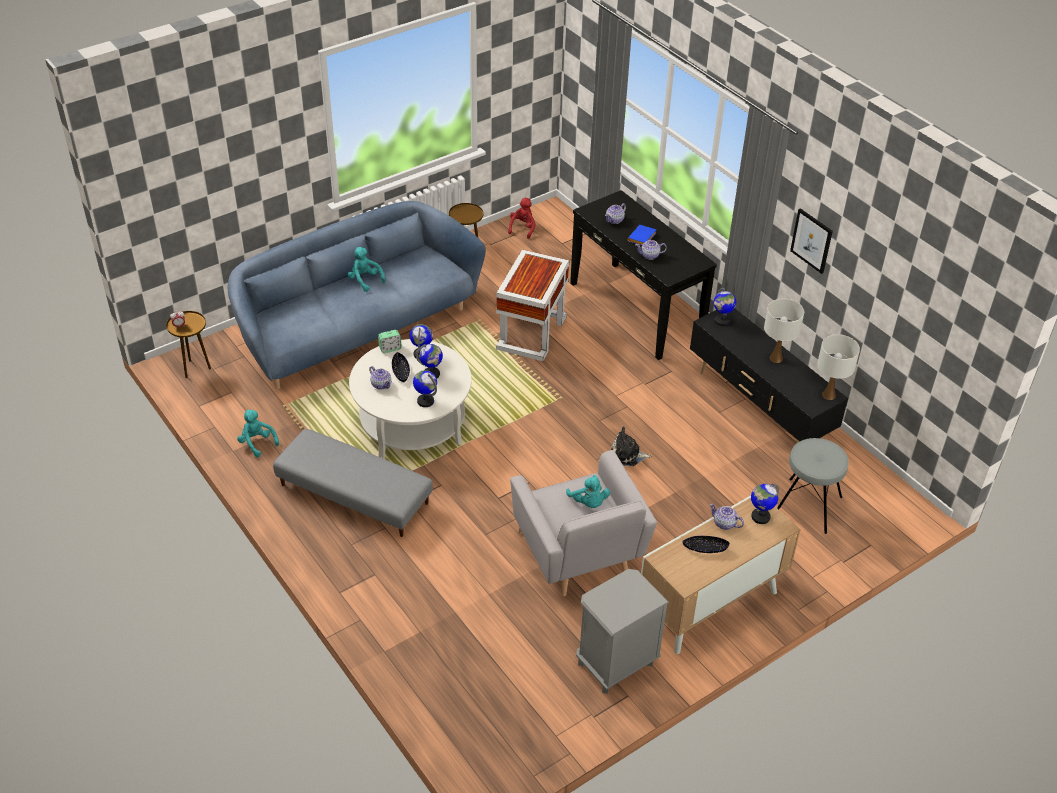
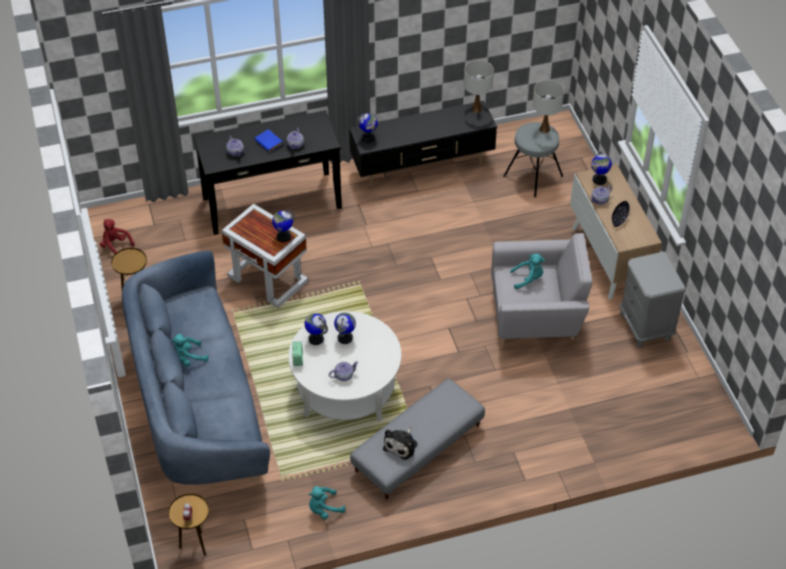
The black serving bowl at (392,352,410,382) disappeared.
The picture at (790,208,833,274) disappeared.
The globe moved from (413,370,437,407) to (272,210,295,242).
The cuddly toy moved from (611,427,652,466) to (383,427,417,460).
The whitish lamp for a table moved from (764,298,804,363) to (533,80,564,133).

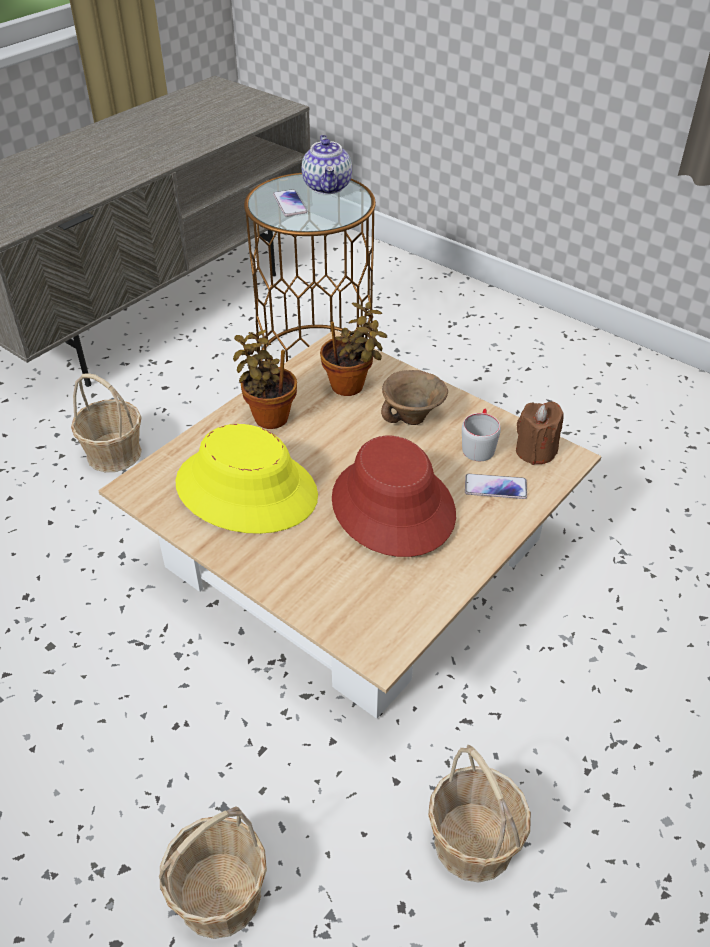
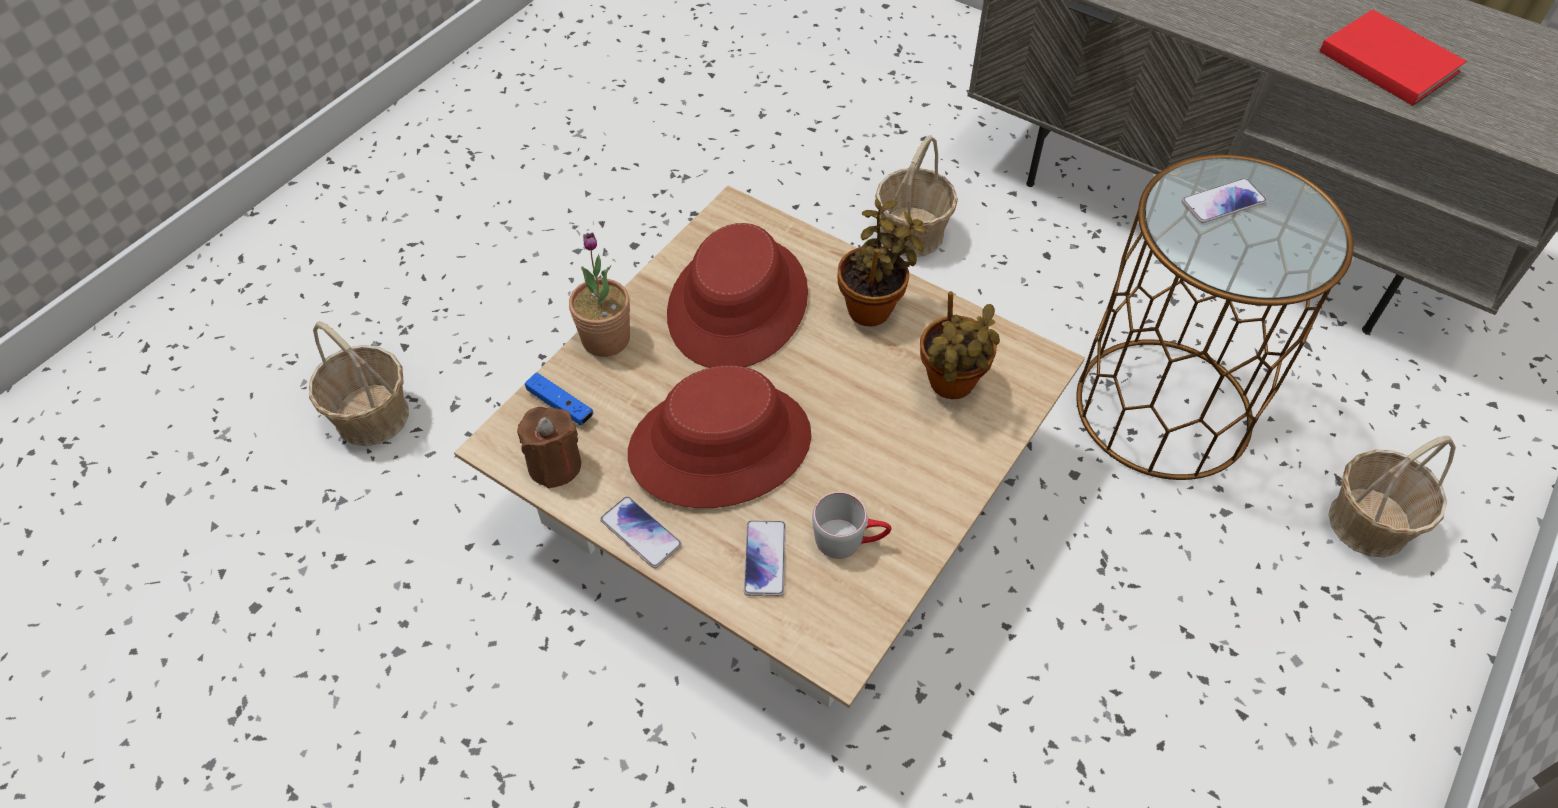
The teapot at (302,135,352,194) disappeared.
The brown serving bowl at (381,370,448,425) disappeared.
The blue-coloured game controller at (525,373,594,426) appeared.
The houseplant at (569,232,630,357) appeared.
The handset at (600,496,682,568) appeared.
The reddish volume at (1319,9,1467,106) appeared.
The basket moved from (428,745,531,883) to (1328,436,1456,558).
The brown wax light moved from (516,402,563,465) to (517,407,581,489).
The yellow hat at (175,424,318,534) became the reddish hat at (667,223,808,368).

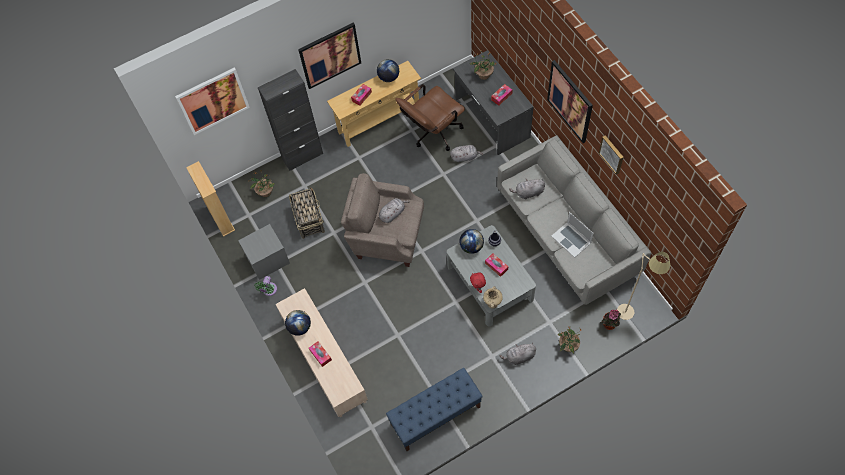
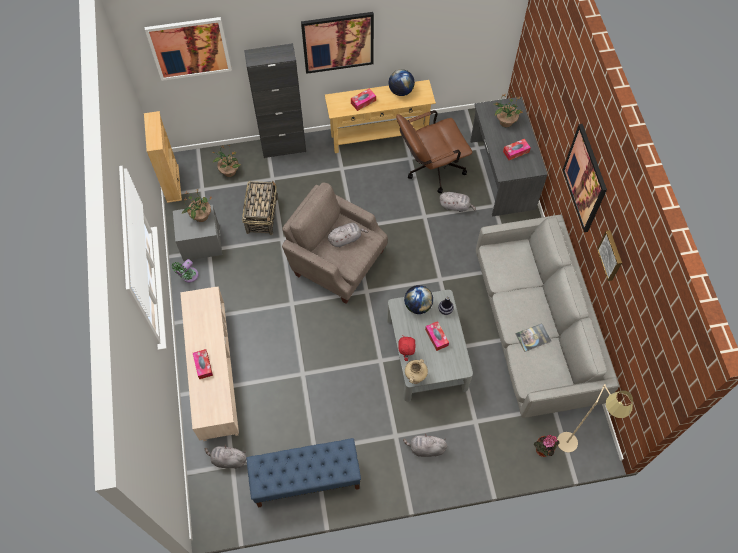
The globe at (285,310,311,336) disappeared.
The greyish cuddly toy moved from (509,179,545,199) to (205,445,246,469).
The houseplant moved from (557,326,581,353) to (181,189,212,222).
The notebook computer at (551,212,594,258) was replaced by the volume at (515,323,551,352).

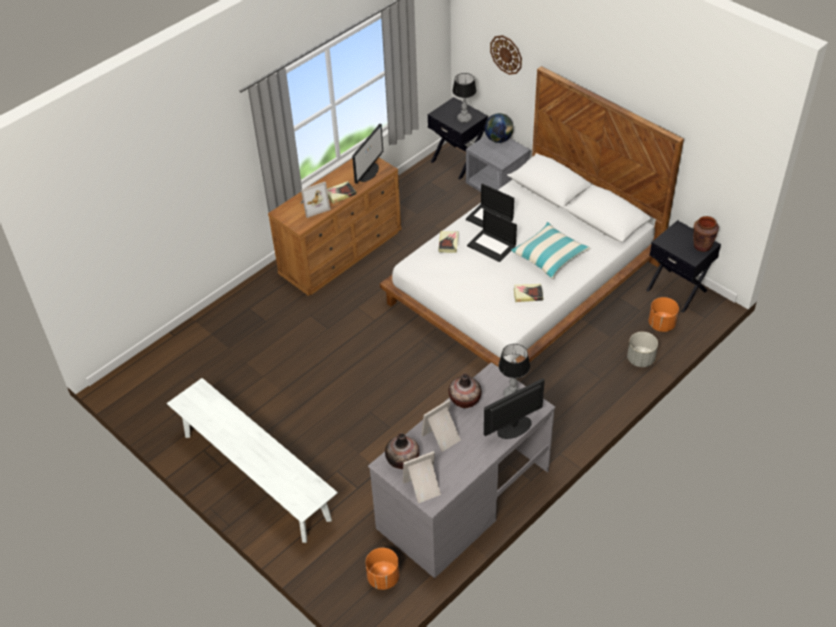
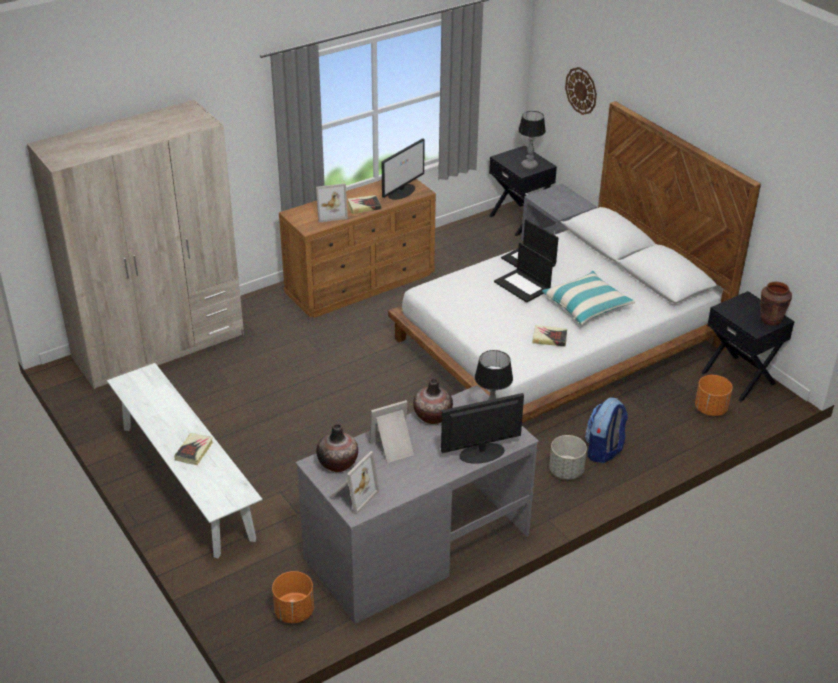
The globe at (485,113,514,143) disappeared.
The beige-coloured wardrobe at (27,100,244,389) appeared.
The knapsack at (585,397,628,463) appeared.
The volume moved from (438,231,459,253) to (174,433,213,465).
The greyish planter moved from (627,332,658,367) to (549,435,587,480).
The picture frame at (403,451,441,504) turned 135 degrees clockwise.

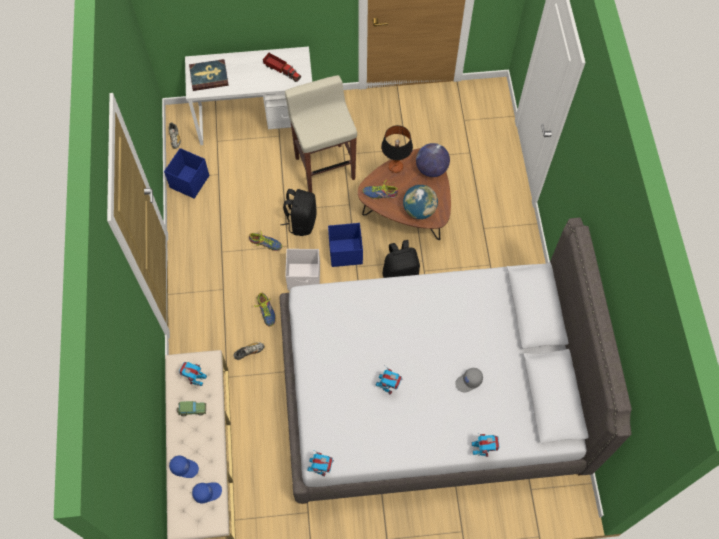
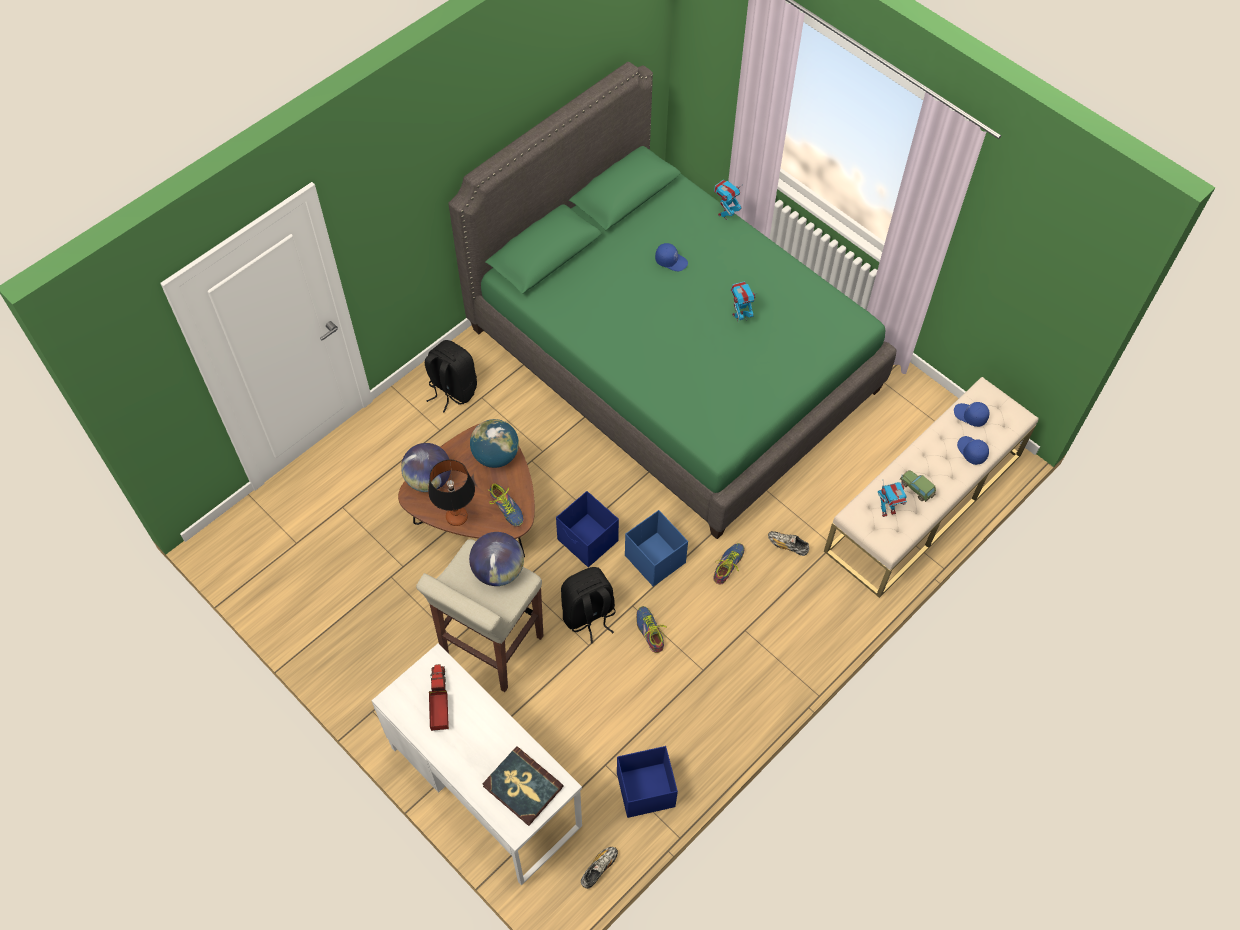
The toy robot at (307,451,334,476) disappeared.
The globe at (469,532,524,586) appeared.
The black knapsack moved from (382,240,420,278) to (425,340,477,413).
The greyish bed at (279,218,632,504) became the green-coloured bed at (448,62,896,539).
The whitish storage box at (285,249,320,291) became the blue-coloured storage box at (625,510,688,587).
The greyish baseball cap at (455,368,483,393) became the blue-coloured baseball cap at (655,243,688,271).

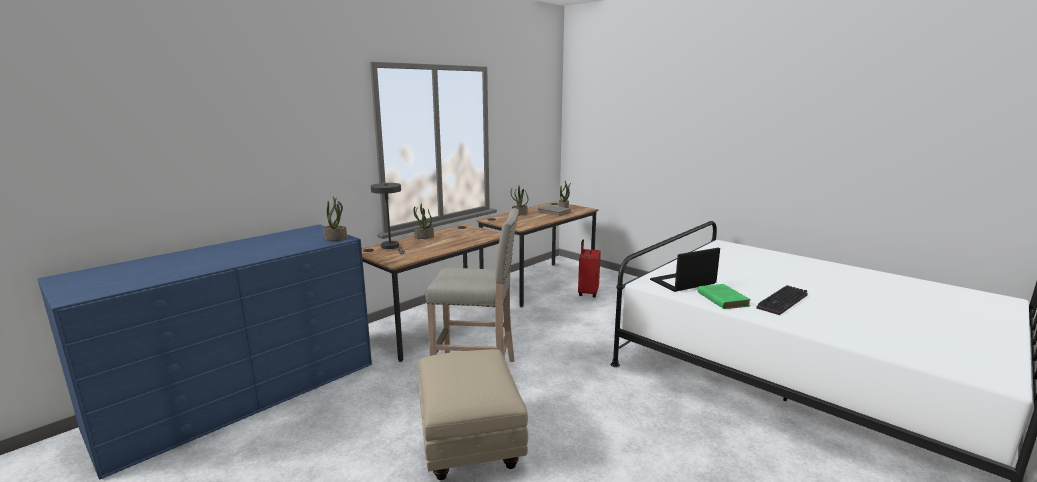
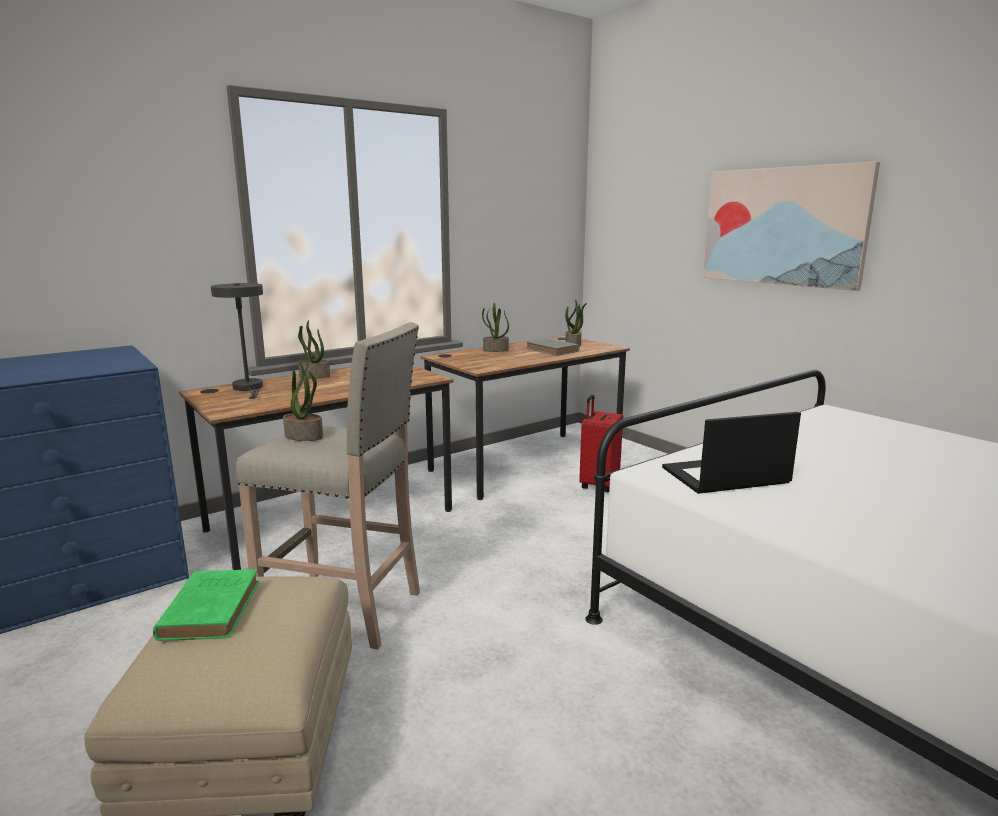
The keyboard at (756,285,808,315) disappeared.
The picture at (703,162,880,291) appeared.
The houseplant moved from (323,197,347,241) to (283,362,323,441).
The green-coloured volume moved from (698,284,751,309) to (153,569,259,641).

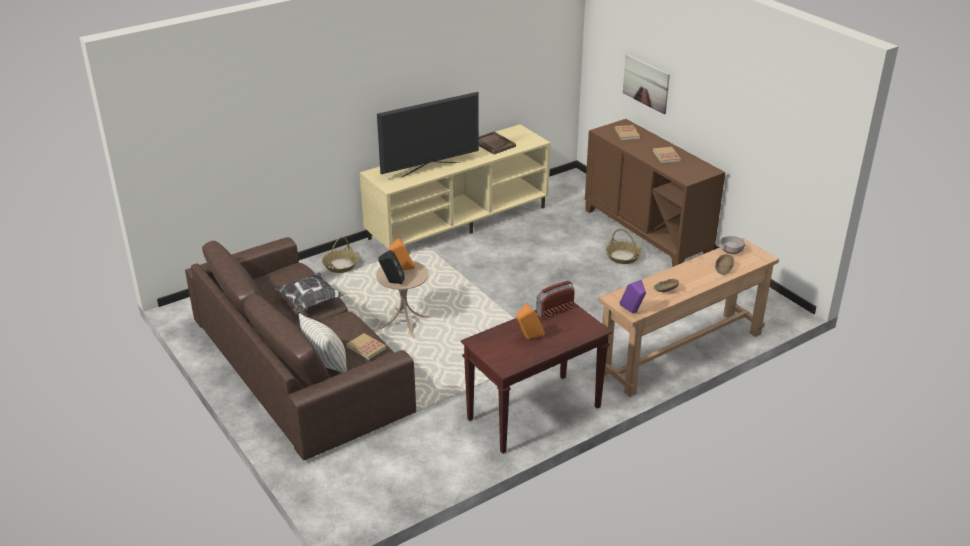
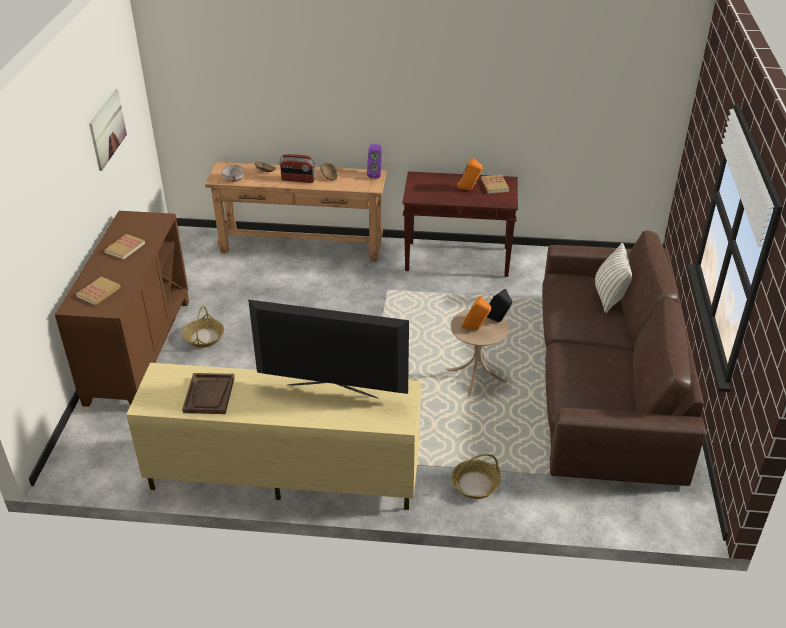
The cushion at (275,272,344,314) disappeared.
The volume moved from (346,333,387,360) to (481,175,509,194).
The radio receiver moved from (536,281,575,319) to (279,154,315,183).
The picture moved from (623,54,670,114) to (89,89,127,171).

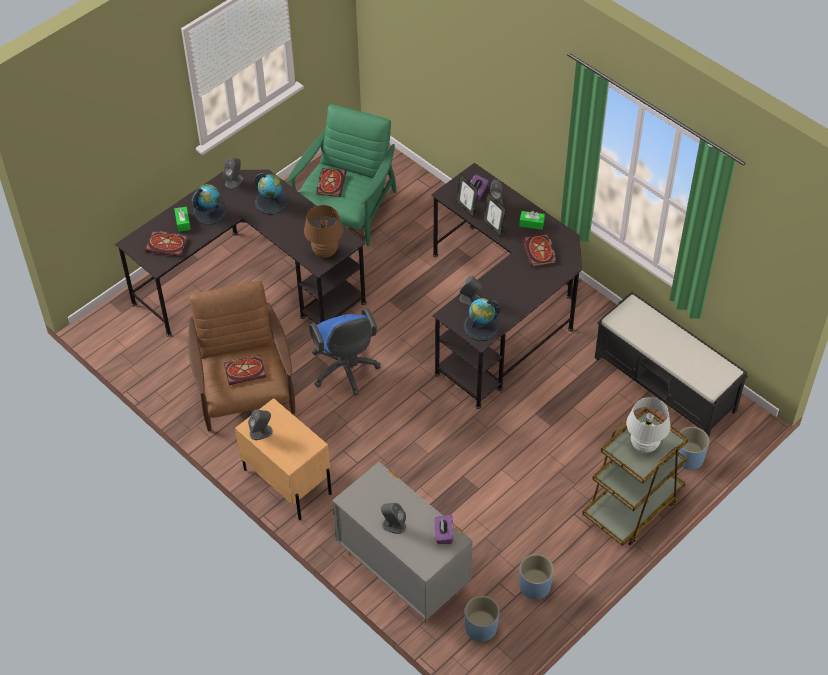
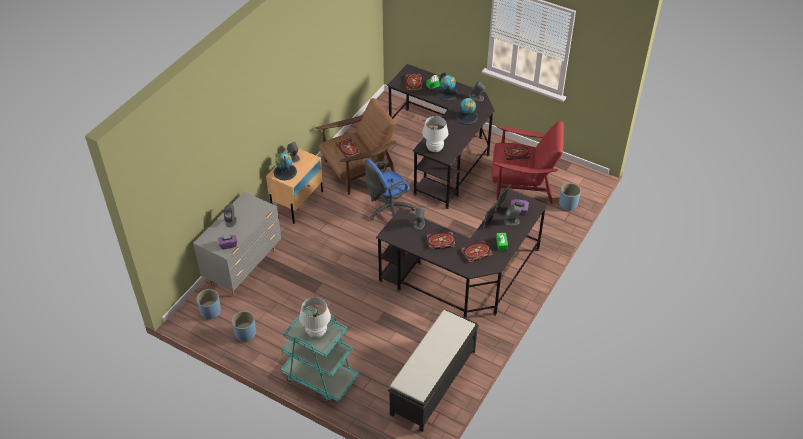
The volume at (426,231,456,250) appeared.
The globe moved from (464,298,500,341) to (273,153,297,180).
The blue-coloured planter moved from (678,427,710,470) to (559,183,581,210).
The green-coloured easy chair at (286,104,396,246) became the reddish easy chair at (492,121,564,204).
The brown lamp for a table at (304,205,343,258) became the whitish lamp for a table at (422,116,448,152).
The brown wheeled cart at (582,407,688,546) became the blue-green wheeled cart at (280,307,359,402).

